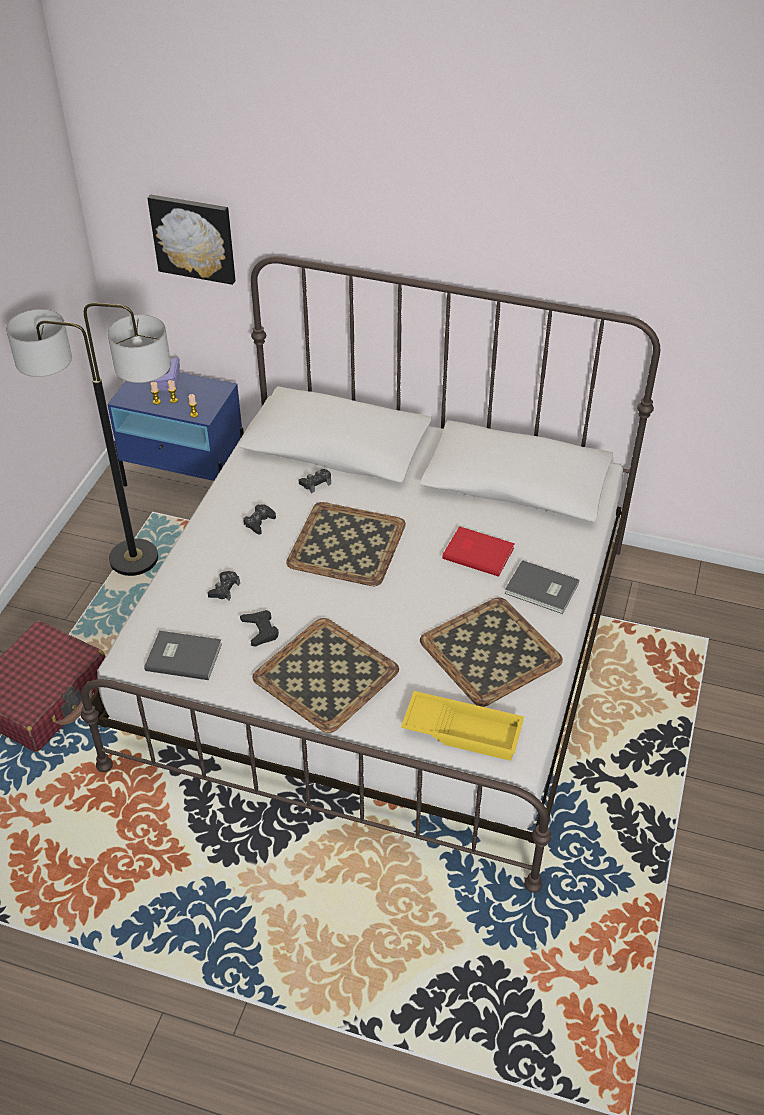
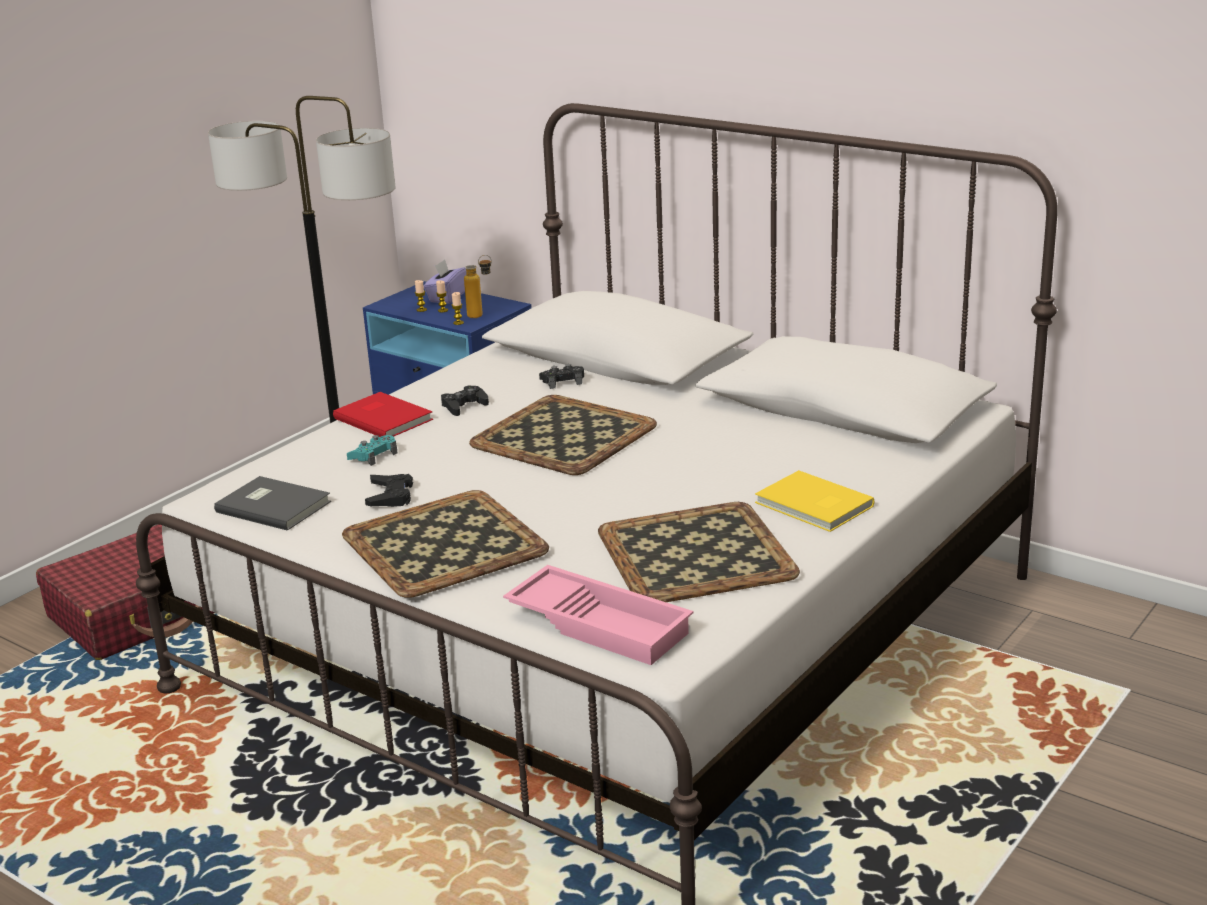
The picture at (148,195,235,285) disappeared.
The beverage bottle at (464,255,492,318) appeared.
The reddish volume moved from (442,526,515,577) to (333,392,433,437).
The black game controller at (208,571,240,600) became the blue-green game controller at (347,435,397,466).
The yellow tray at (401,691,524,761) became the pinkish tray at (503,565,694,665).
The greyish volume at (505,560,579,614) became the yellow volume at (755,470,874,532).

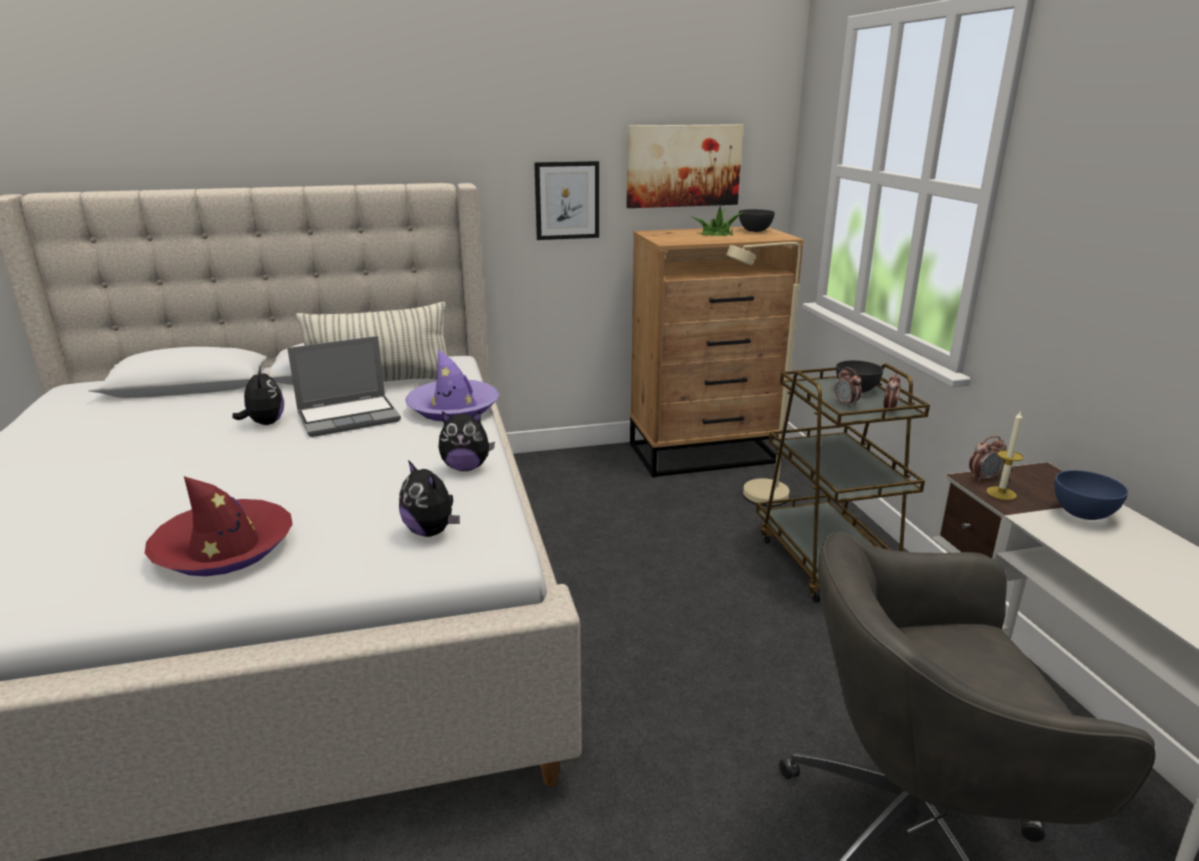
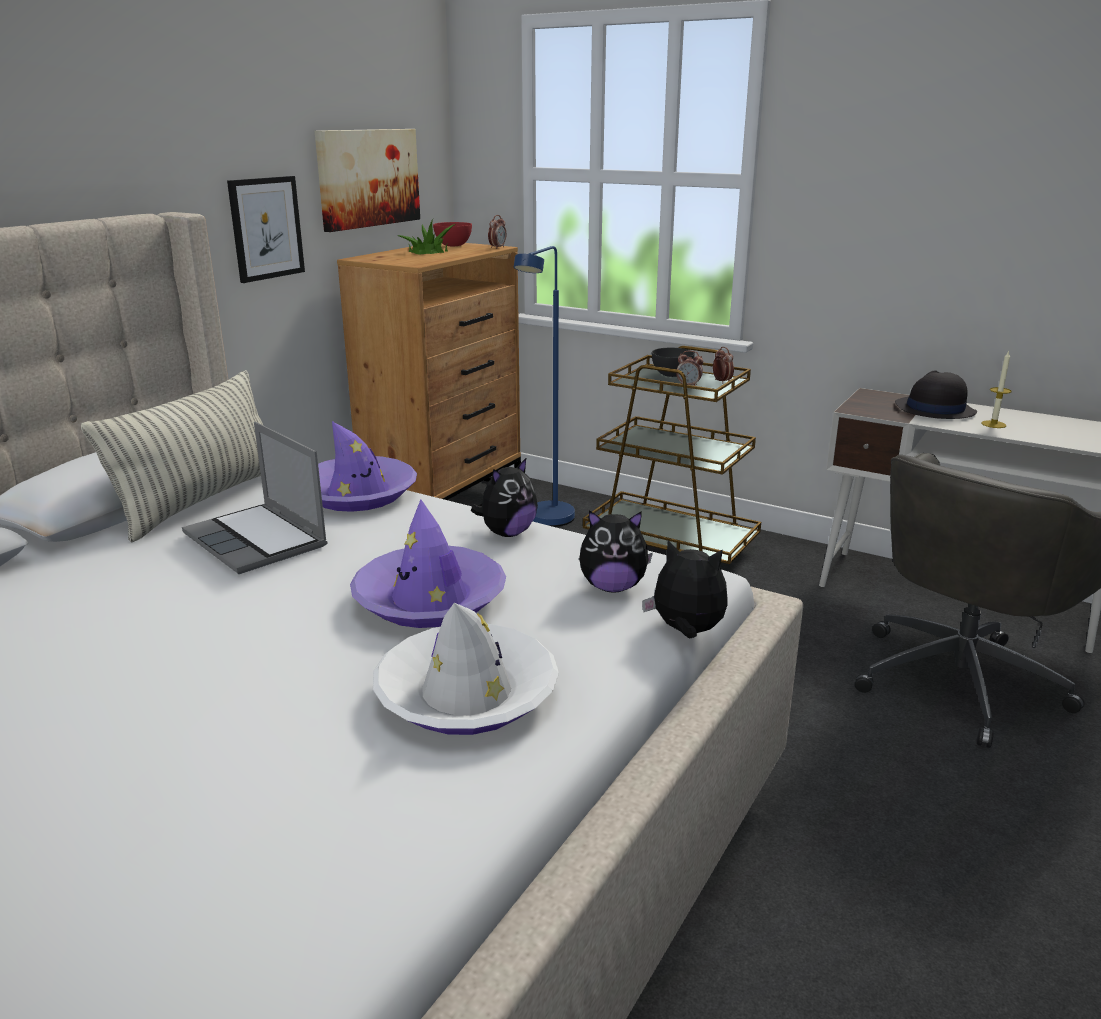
The purple hat at (350,499,506,628) appeared.
The cuddly toy moved from (232,365,284,425) to (642,540,728,639).
The bedside clock moved from (969,436,1006,482) to (488,215,506,249).
The wax light moved from (986,410,1024,500) to (981,350,1012,428).
The blue-coloured serving bowl at (1055,470,1129,520) was replaced by the black hat at (895,371,977,419).
The reddish hat at (145,476,292,576) became the whitish hat at (373,603,559,735).
The beige-coloured floor lamp at (726,242,801,506) became the blue-coloured floor lamp at (514,246,575,527).
The greyish serving bowl at (739,209,775,232) became the reddish serving bowl at (433,222,472,246).
The notebook computer at (287,336,401,437) turned 120 degrees clockwise.

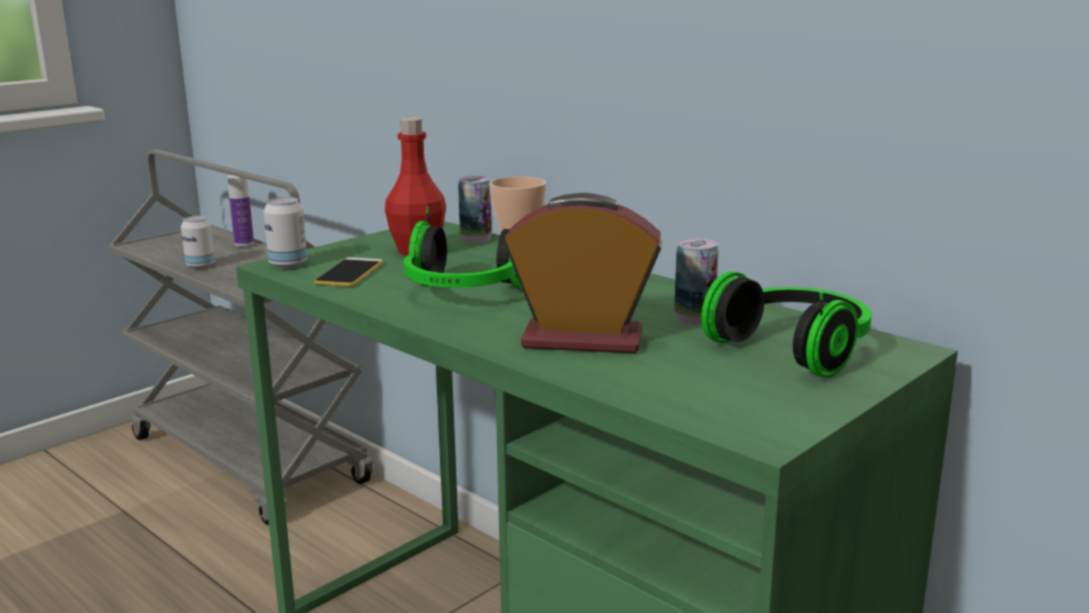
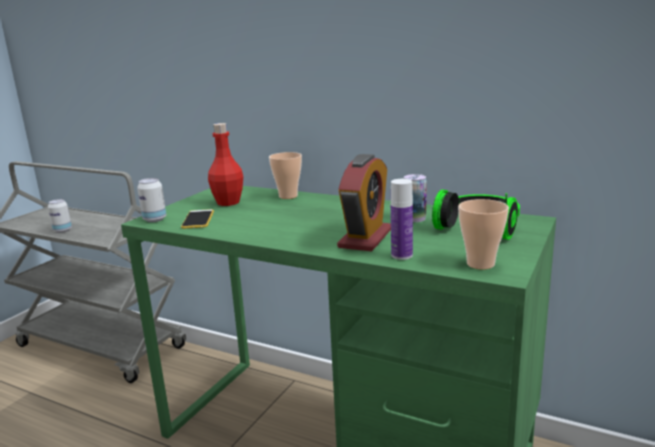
The headphones at (404,207,522,289) disappeared.
The can at (458,176,492,243) disappeared.
The cup at (458,199,509,269) appeared.
The beverage bottle moved from (227,175,254,246) to (391,179,413,260).
The bedside clock at (504,193,662,353) turned 120 degrees clockwise.

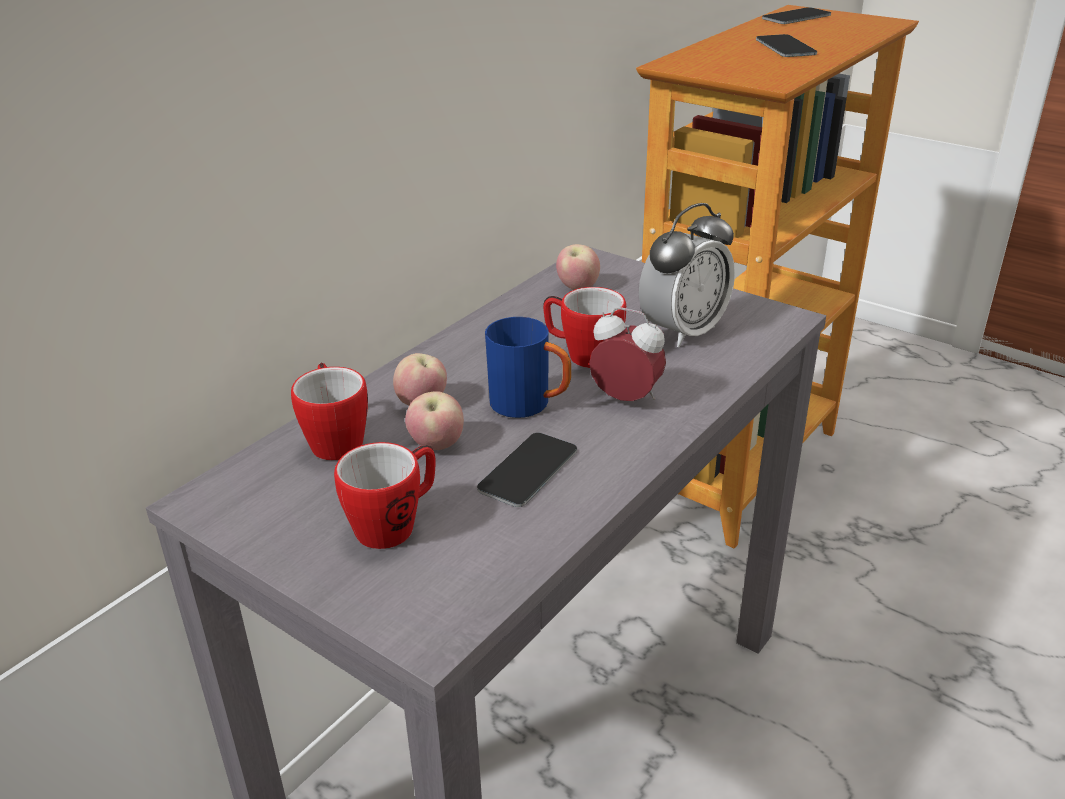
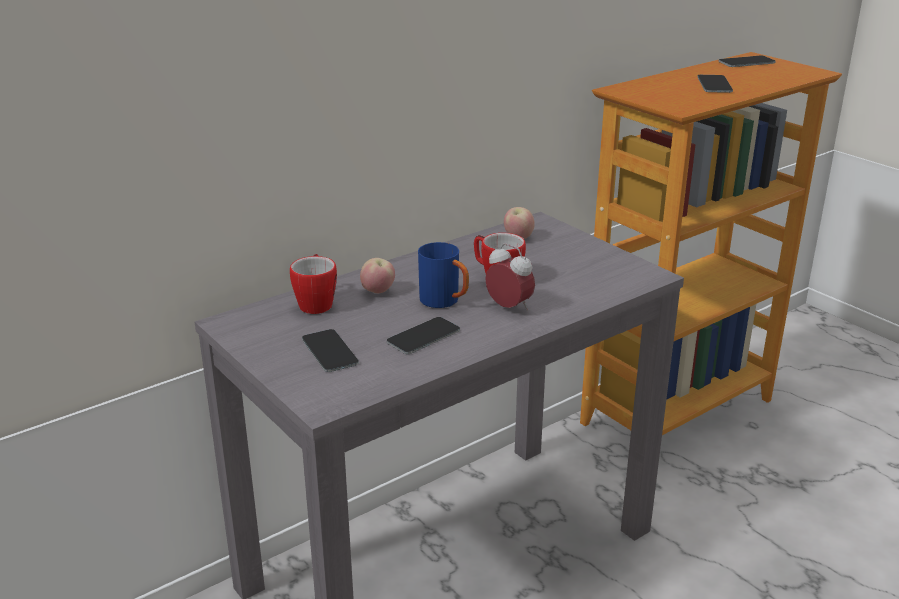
The whole apple at (405,391,464,450) disappeared.
The bedside clock at (639,203,735,347) disappeared.
The mug at (334,442,435,549) was replaced by the handset at (302,329,359,372).

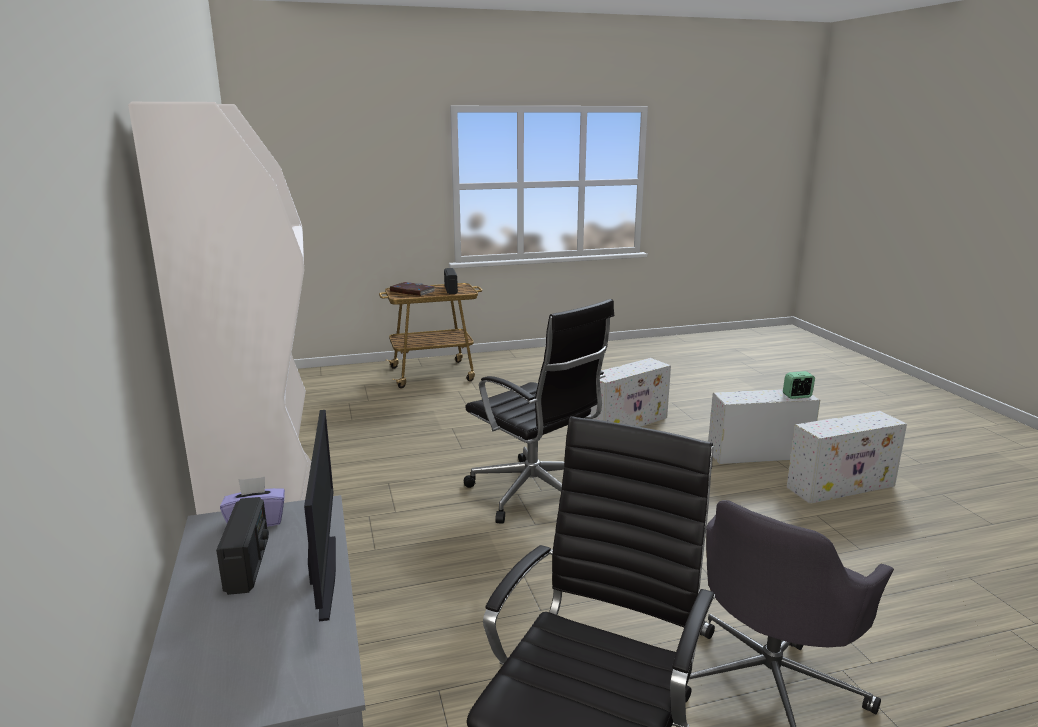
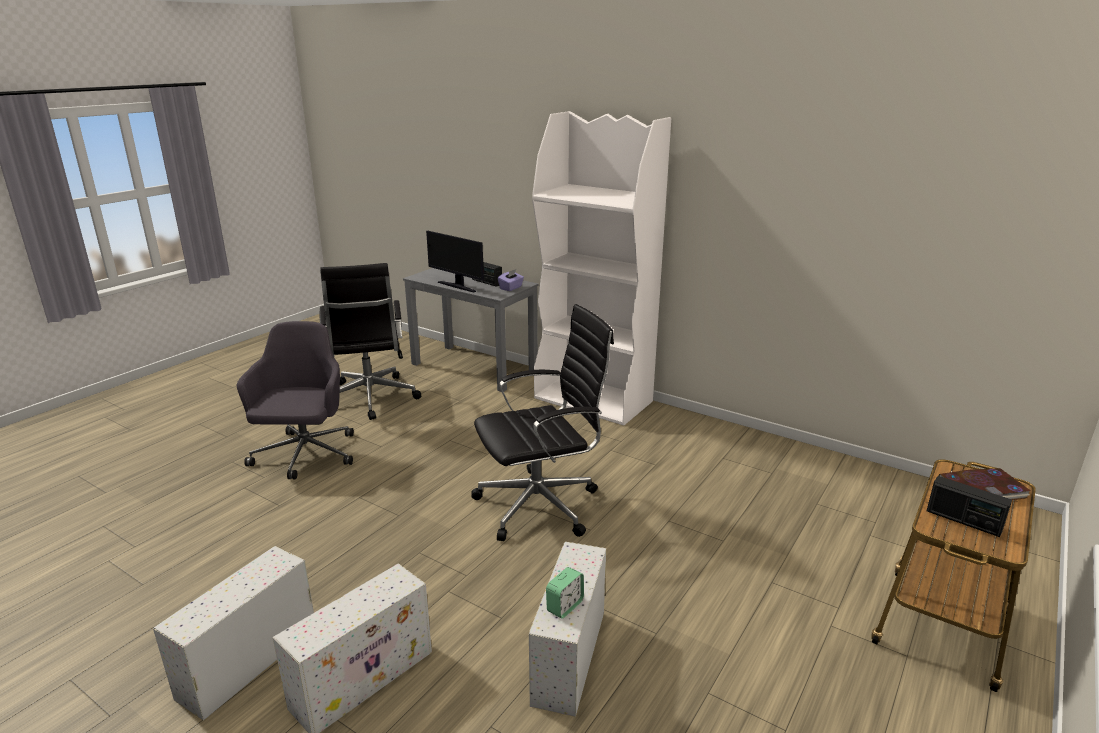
The bedside clock moved from (783,371,815,399) to (546,567,584,619).
The black computer chair at (464,299,614,524) turned 150 degrees clockwise.

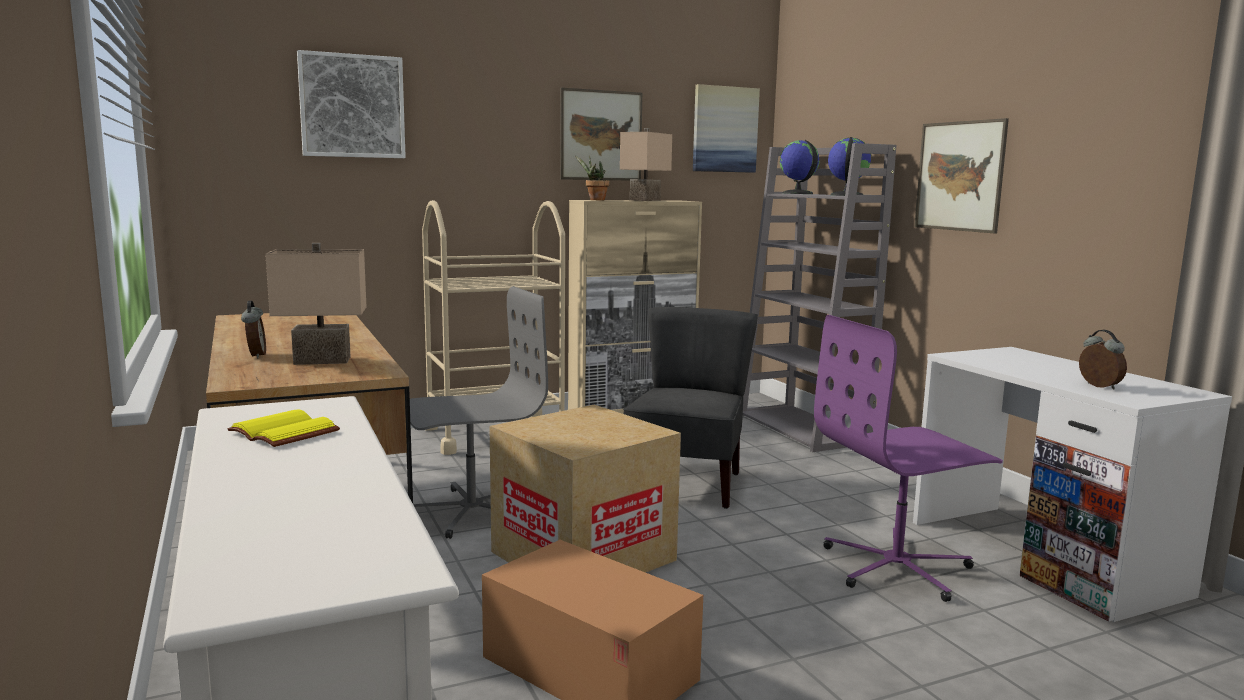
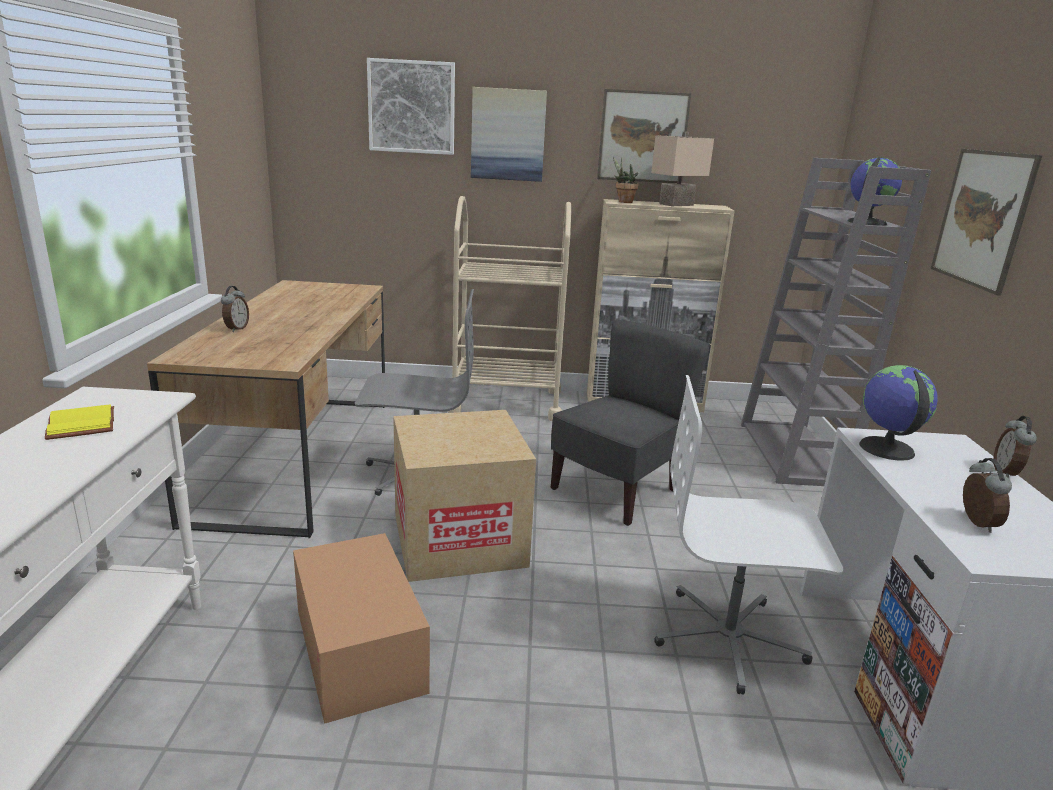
The beige-coloured lamp for a table at (265,243,367,365) disappeared.
The bedside clock at (994,416,1037,478) appeared.
The picture moved from (693,84,760,173) to (471,87,547,182).
The globe moved from (780,140,820,194) to (859,365,938,461).
The purple computer chair at (814,315,1003,602) became the whitish computer chair at (654,375,843,695).

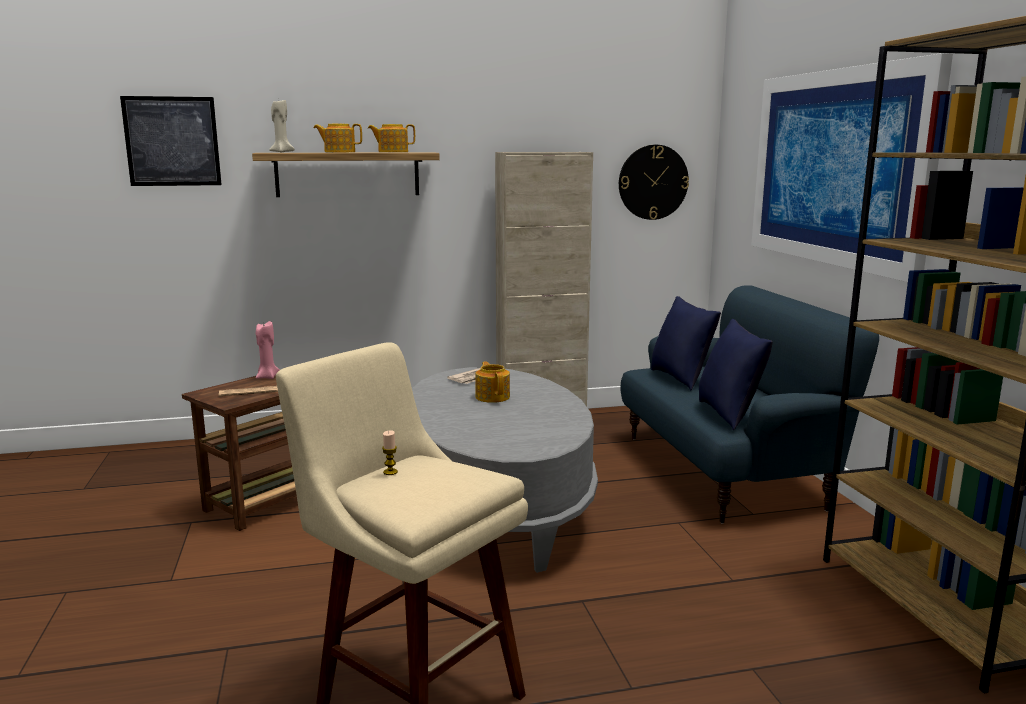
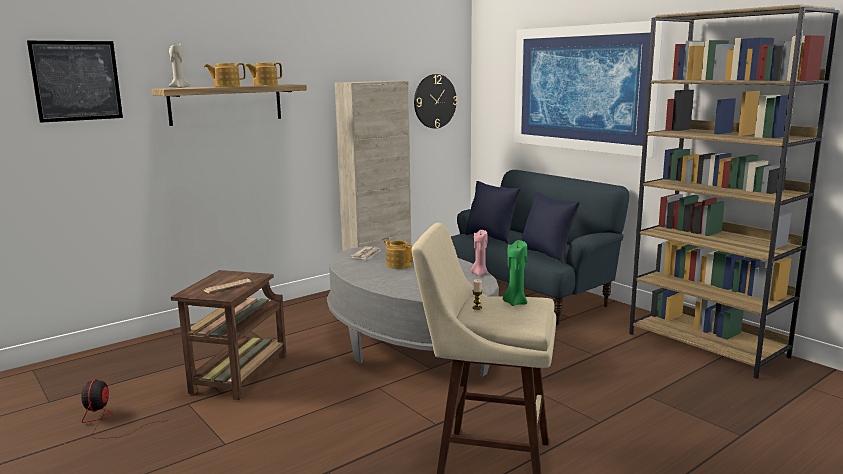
The fan at (81,379,169,439) appeared.
The green-coloured wax light at (503,240,527,306) appeared.
The pinkish wax light moved from (256,321,280,379) to (471,230,488,276).

